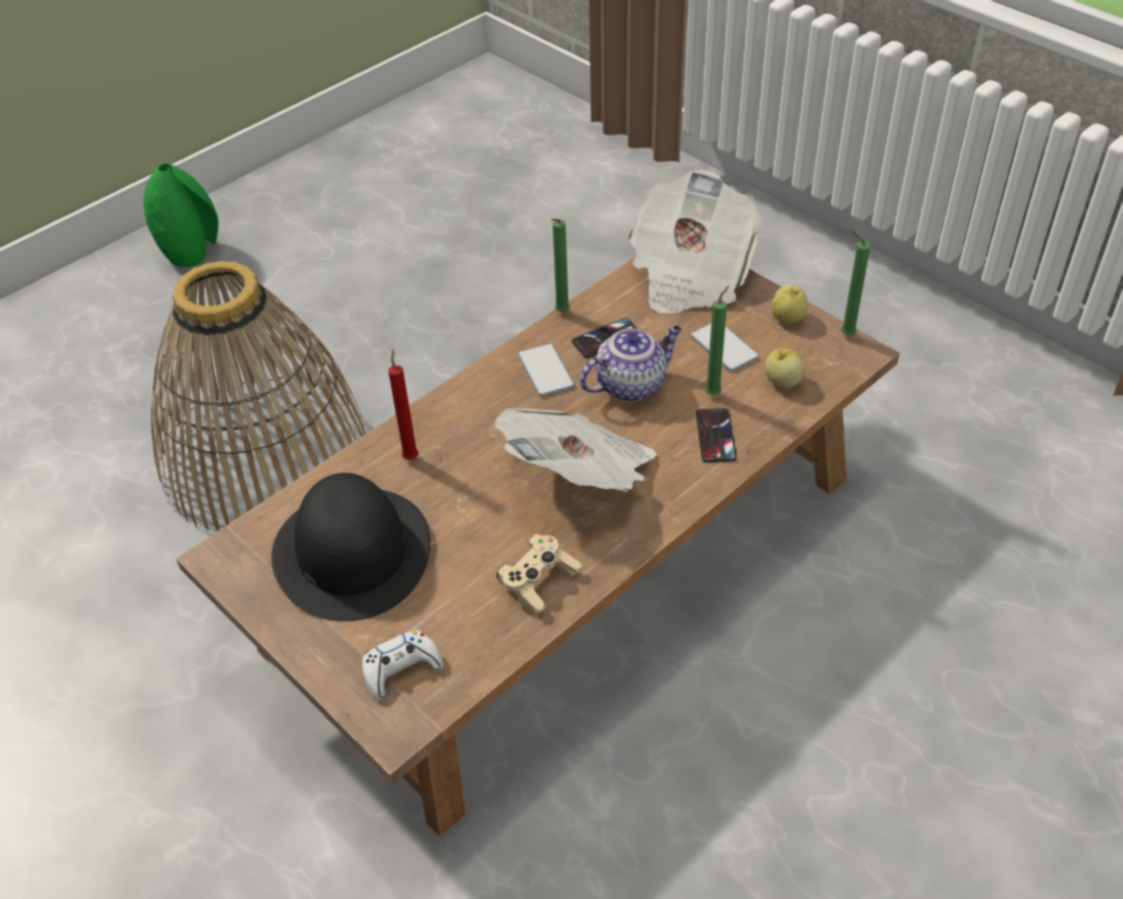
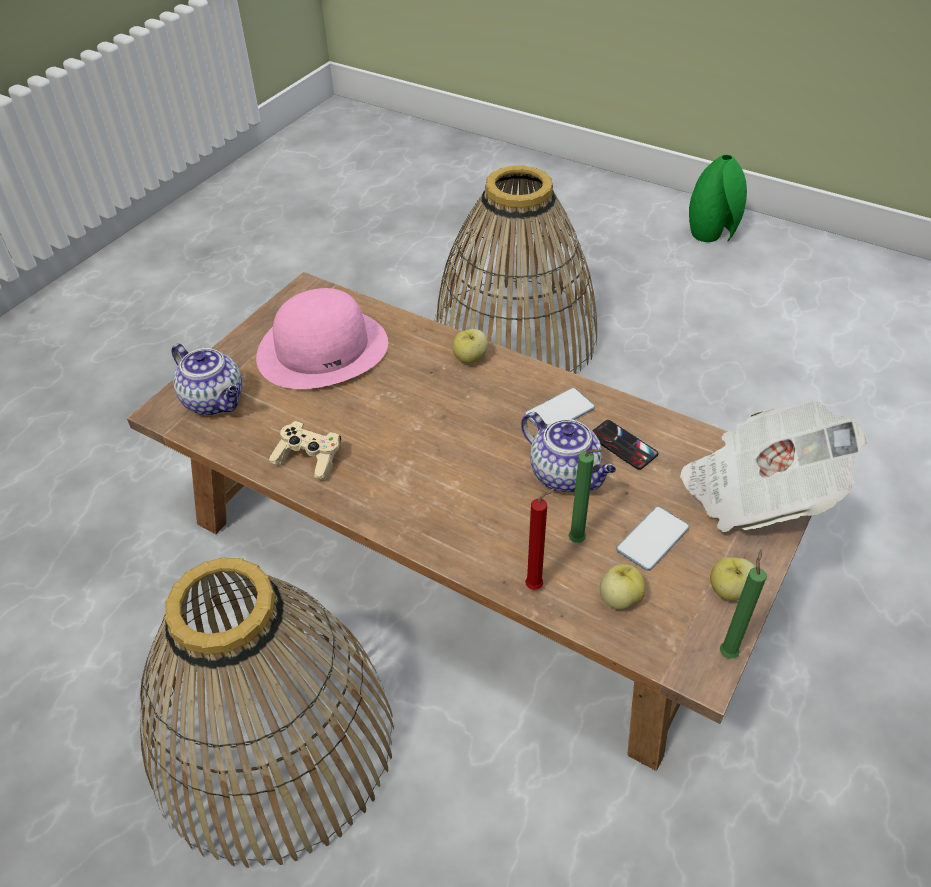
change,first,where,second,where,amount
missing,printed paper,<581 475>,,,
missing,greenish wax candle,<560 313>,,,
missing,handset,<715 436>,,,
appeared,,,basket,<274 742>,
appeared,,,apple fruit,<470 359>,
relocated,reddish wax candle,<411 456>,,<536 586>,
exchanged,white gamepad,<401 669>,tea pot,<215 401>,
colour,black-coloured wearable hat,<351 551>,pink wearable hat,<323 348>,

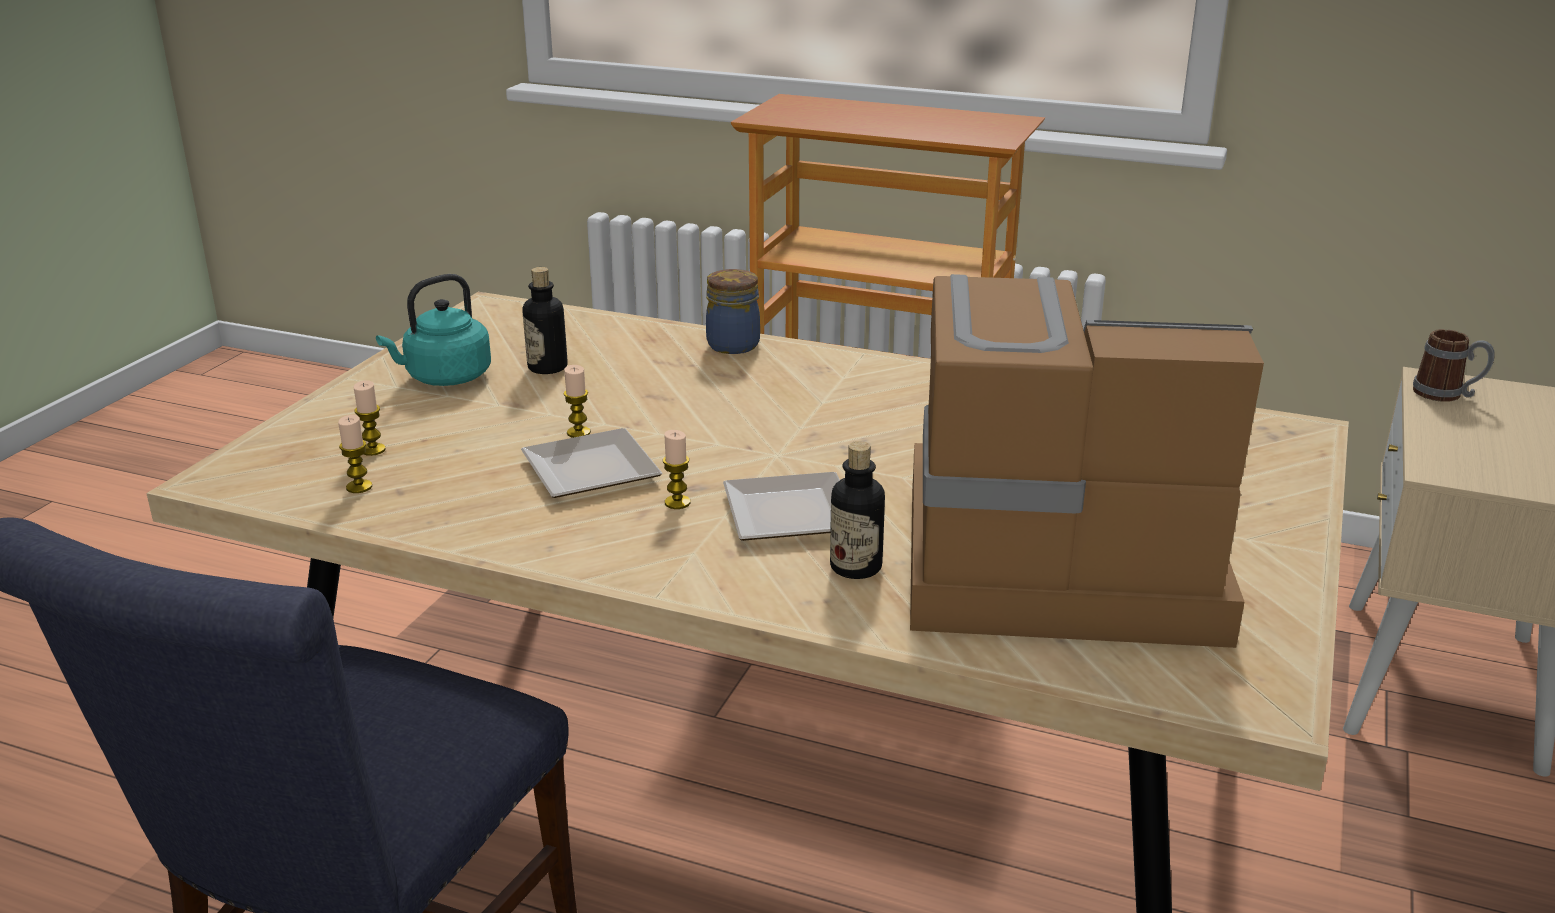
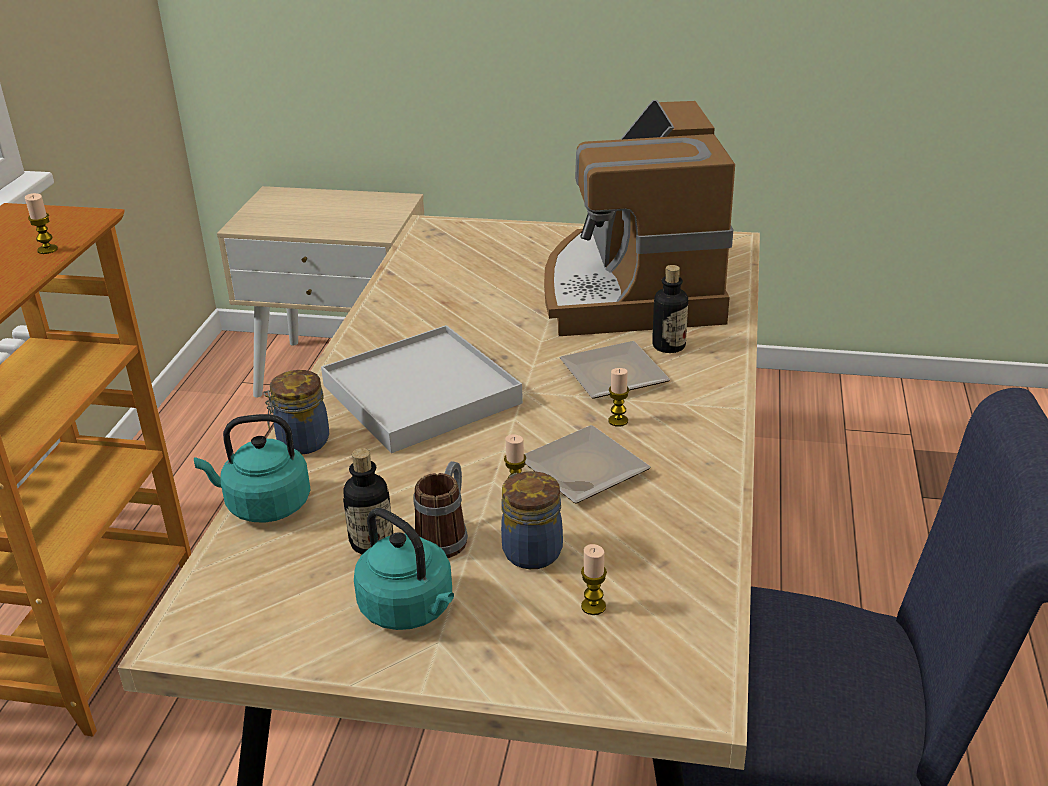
change,first,where,second,where,amount
appeared,,,blue-green kettle,<264 505>,
appeared,,,white serving tray,<420 394>,
appeared,,,preserve jar,<531 550>,
relocated,wax candle,<359 487>,,<47 250>,
relocated,tea mug,<1446 395>,,<445 536>,

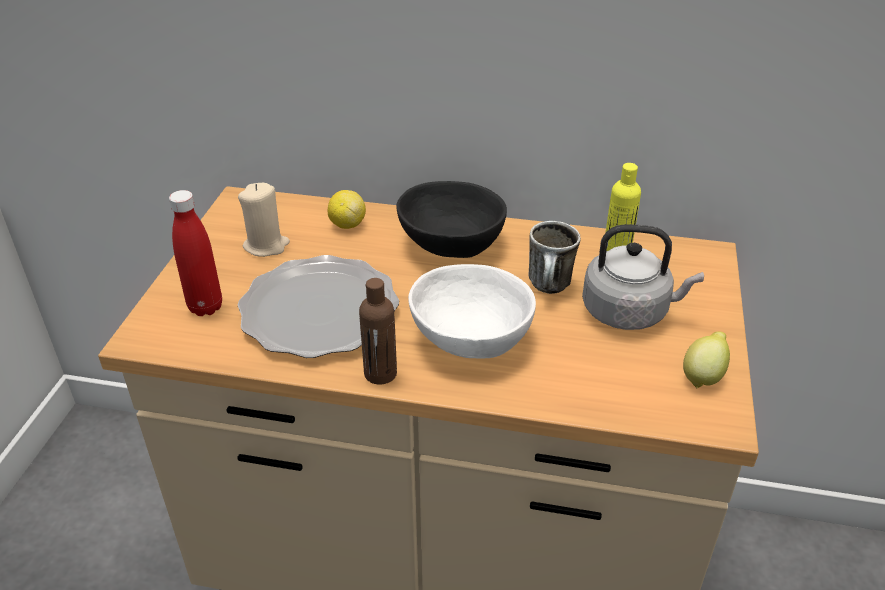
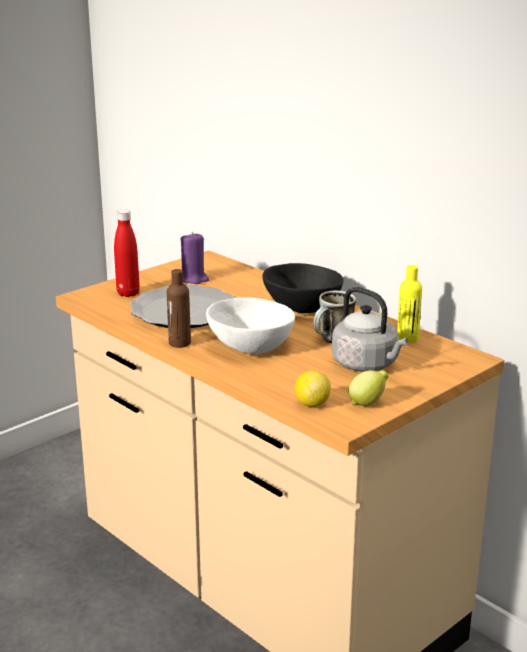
change,first,where,second,where,amount
relocated,whole lemon,<347 224>,,<312 404>,
colour,beige-coloured wax candle,<266 245>,purple wax candle,<194 279>,

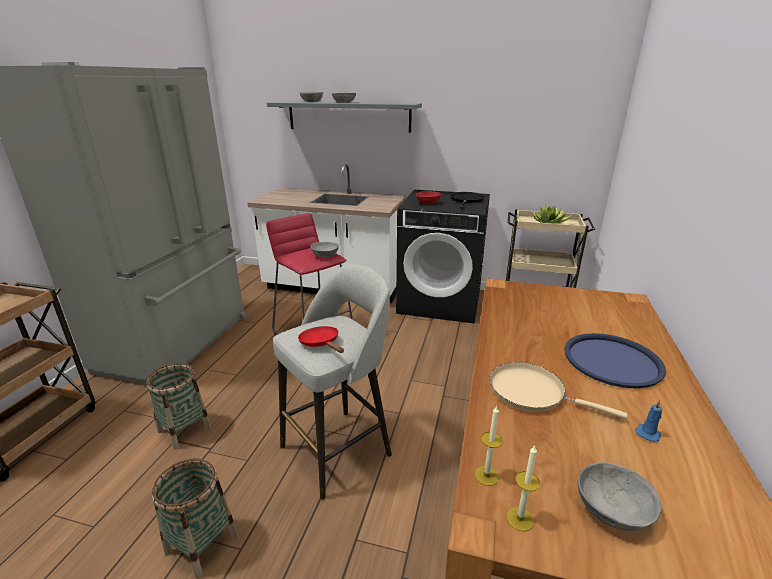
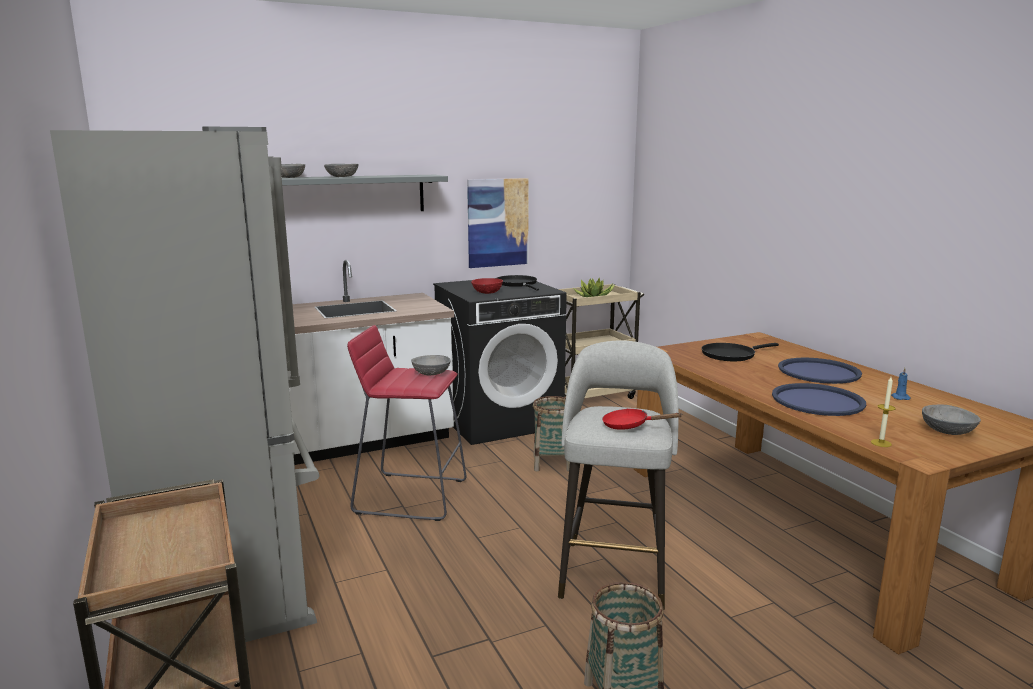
change,first,where,second,where,amount
missing,wax candle,<520 519>,,,
appeared,,,wall picture,<497 222>,
appeared,,,black-coloured skillet,<731 355>,
relocated,basket,<184 430>,,<552 463>,
exchanged,beige-coloured skillet,<532 392>,bluish serving tray,<817 401>,

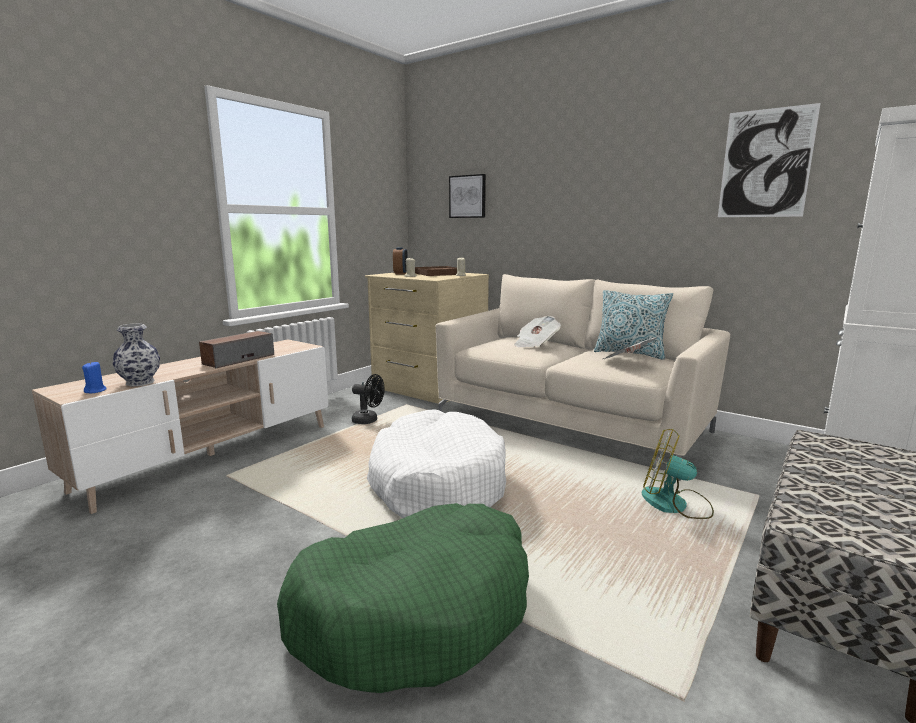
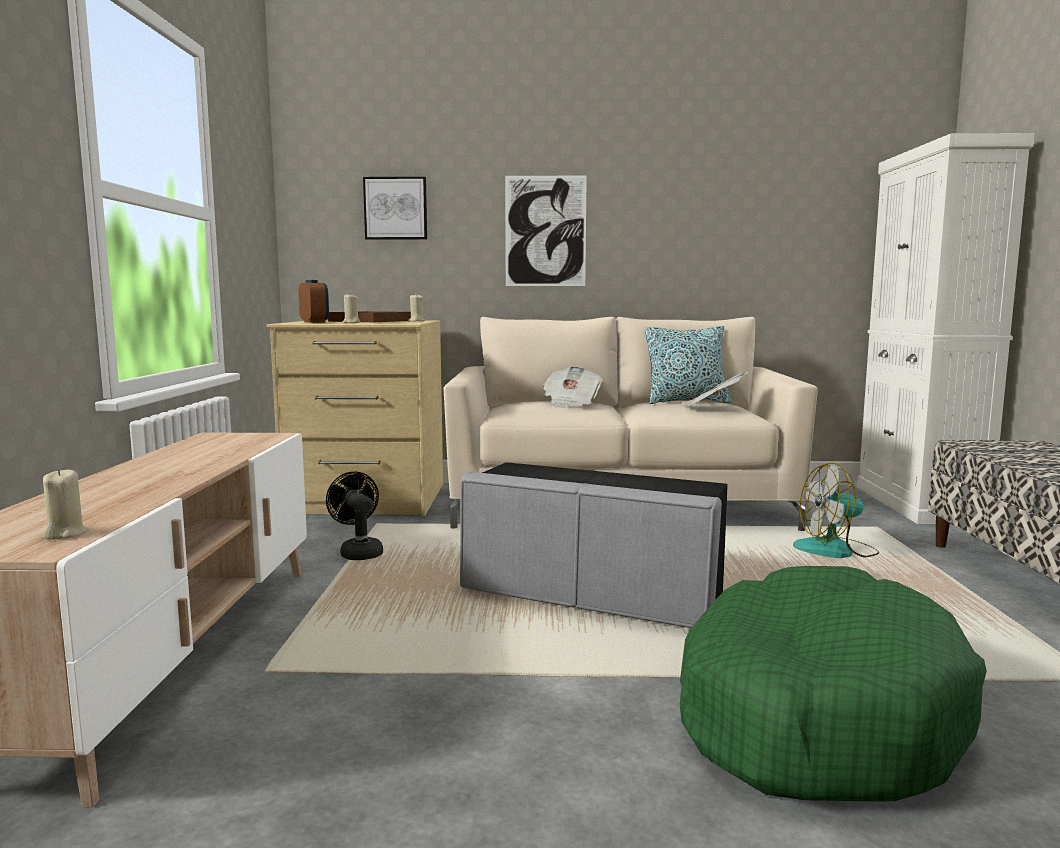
change,first,where,second,where,amount
missing,decorative vase,<139 382>,,,
missing,audio speaker,<238 359>,,,
relocated,wall picture,<765 163>,,<545 231>,
exchanged,white dog bed,<437 483>,gray ottoman,<592 594>,
colour,bluish wax candle,<95 391>,beige-coloured wax candle,<65 534>,
spun,black-coloured electric fan,<368 420>,,<358 552>,105 degrees counterclockwise

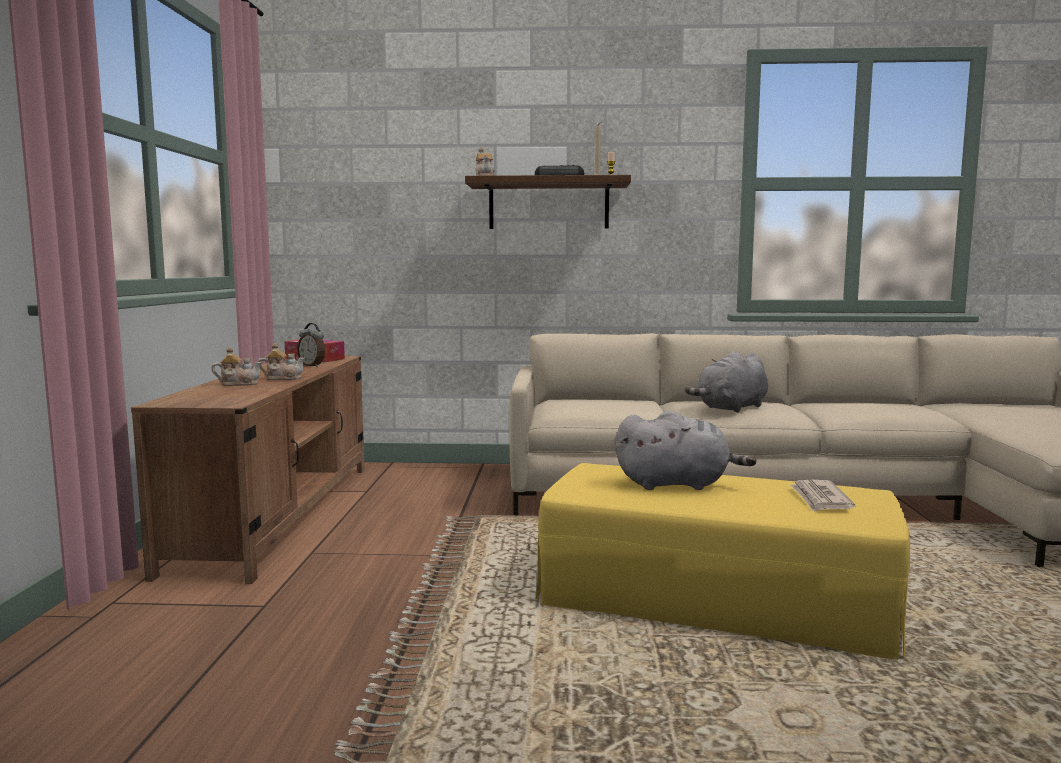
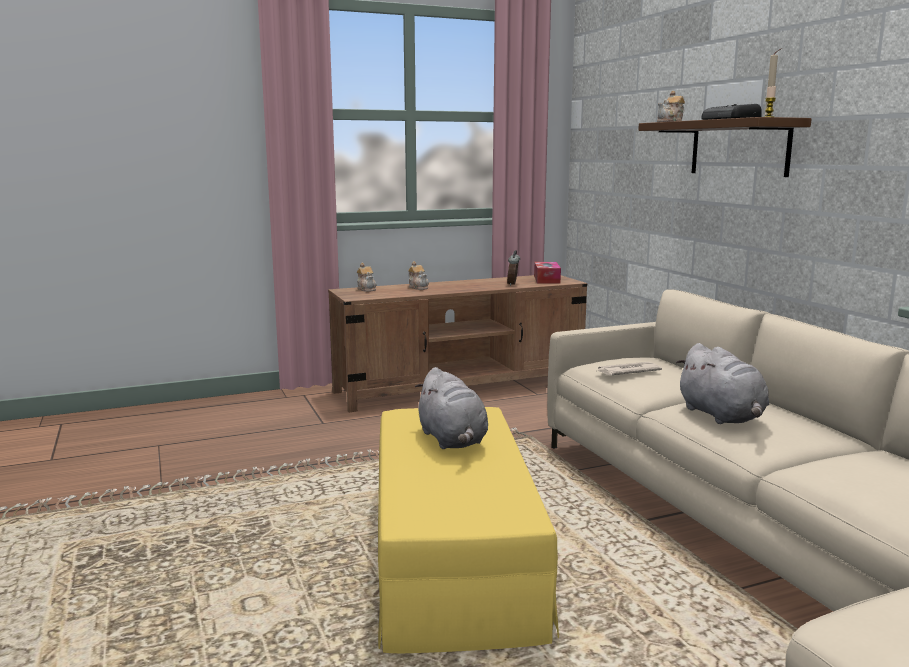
change,first,where,second,where,amount
relocated,tea pot,<283 378>,,<367 289>,
relocated,printed paper,<820 499>,,<627 371>,
spun,gray cuddly toy,<731 408>,,<722 416>,135 degrees counterclockwise

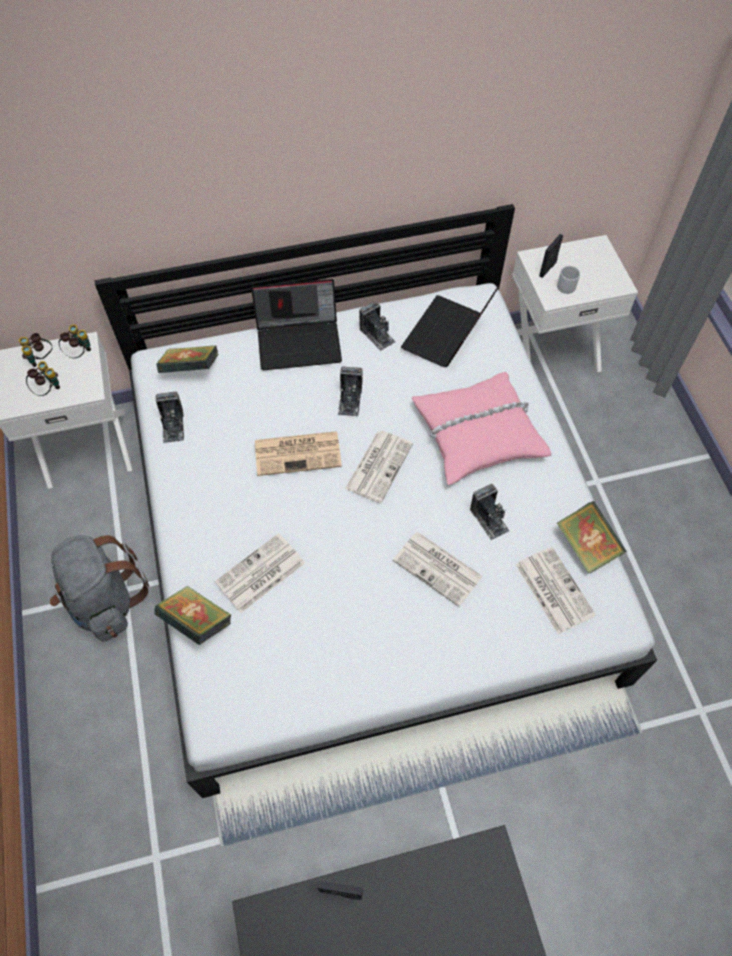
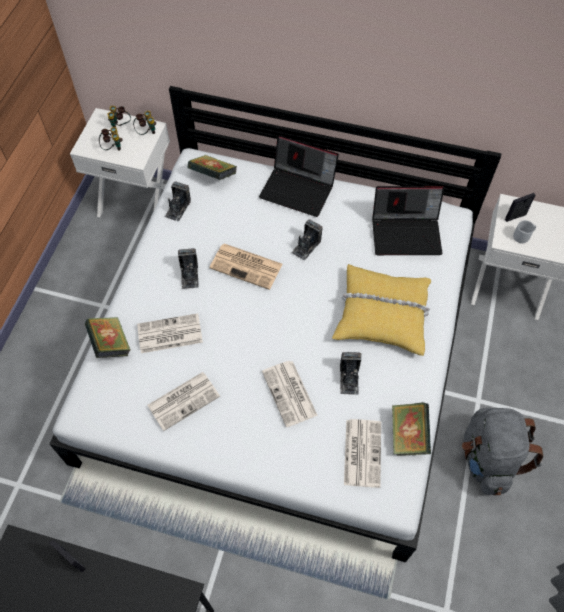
change,first,where,second,where,amount
relocated,gray backpack,<105 601>,,<487 458>,
relocated,printed paper,<379 465>,,<184 400>,
relocated,still camera,<377 335>,,<189 275>,
colour,pink throw pillow,<477 433>,yellowish throw pillow,<382 314>,
spun,portable computer,<447 336>,,<407 233>,150 degrees counterclockwise

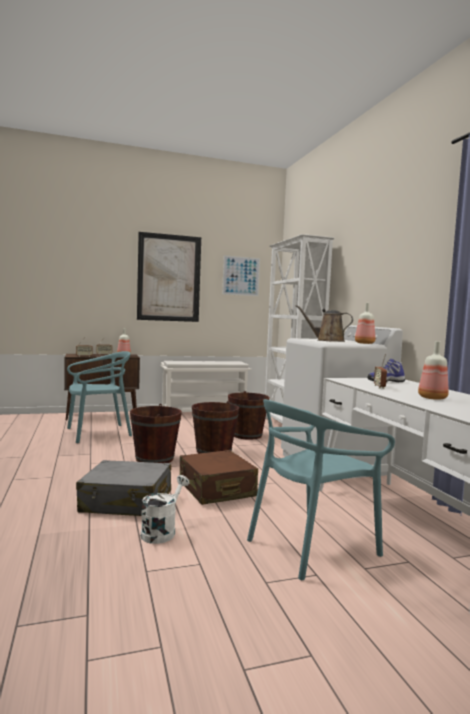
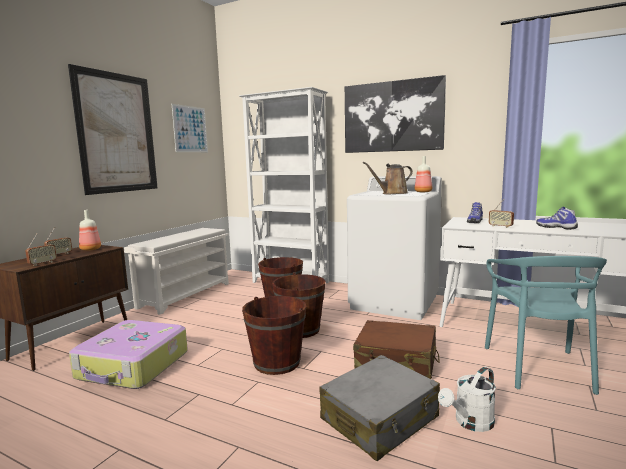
change,first,where,second,where,amount
appeared,,,wall picture,<392 116>,
exchanged,blue-green plain chair,<98 433>,piece of luggage,<133 366>,
exchanged,drink bottle,<432 398>,low shoe,<556 227>,
spun,white watering pot,<162 531>,,<470 423>,105 degrees counterclockwise

